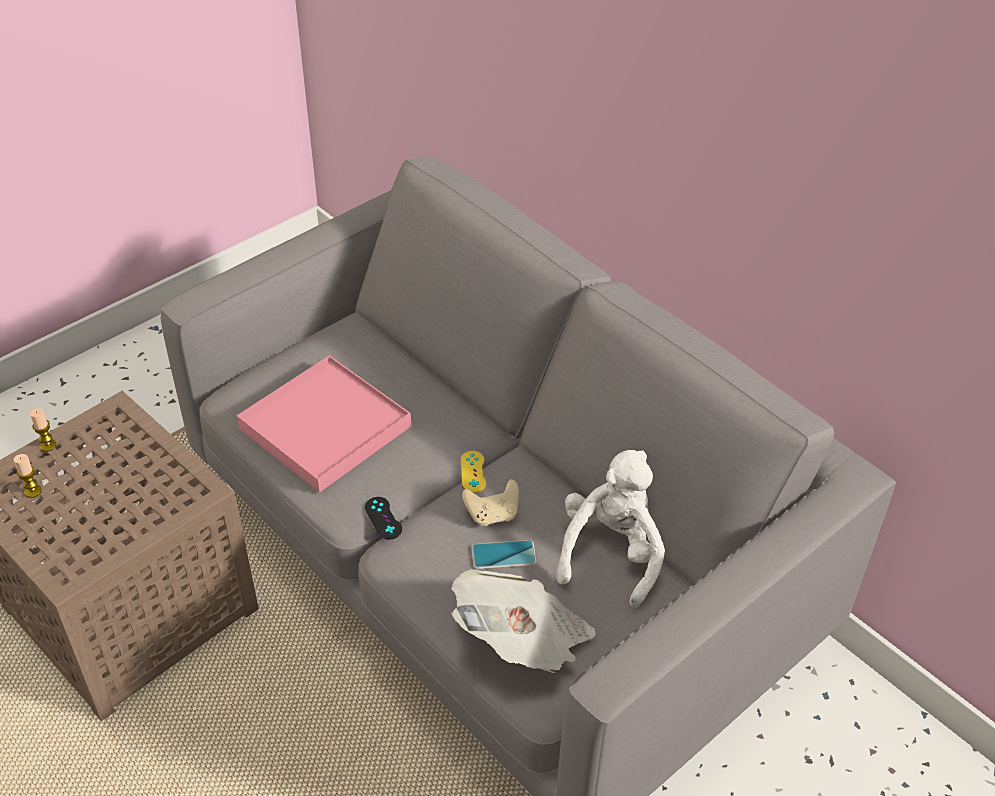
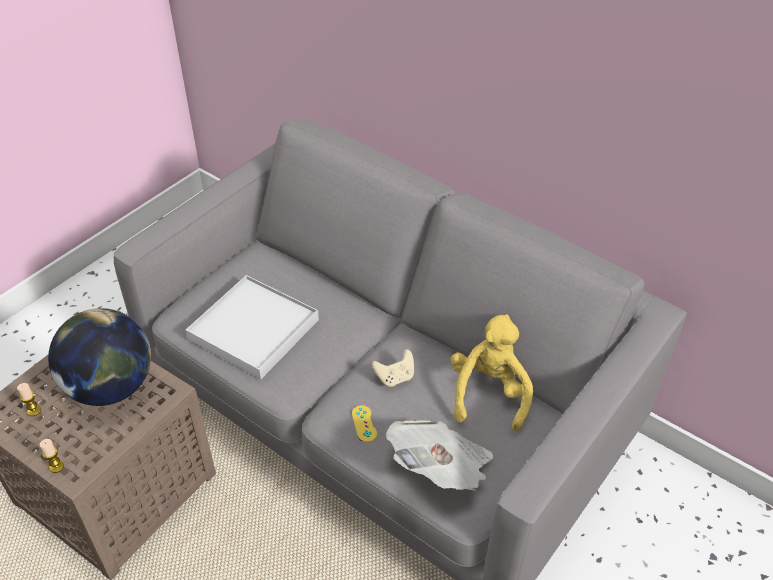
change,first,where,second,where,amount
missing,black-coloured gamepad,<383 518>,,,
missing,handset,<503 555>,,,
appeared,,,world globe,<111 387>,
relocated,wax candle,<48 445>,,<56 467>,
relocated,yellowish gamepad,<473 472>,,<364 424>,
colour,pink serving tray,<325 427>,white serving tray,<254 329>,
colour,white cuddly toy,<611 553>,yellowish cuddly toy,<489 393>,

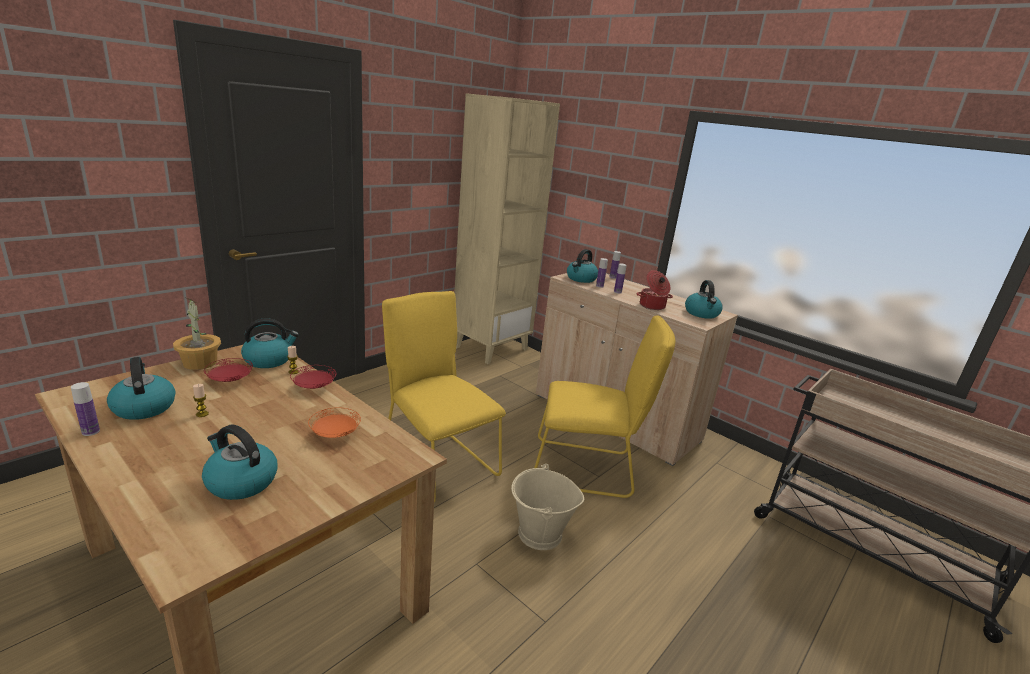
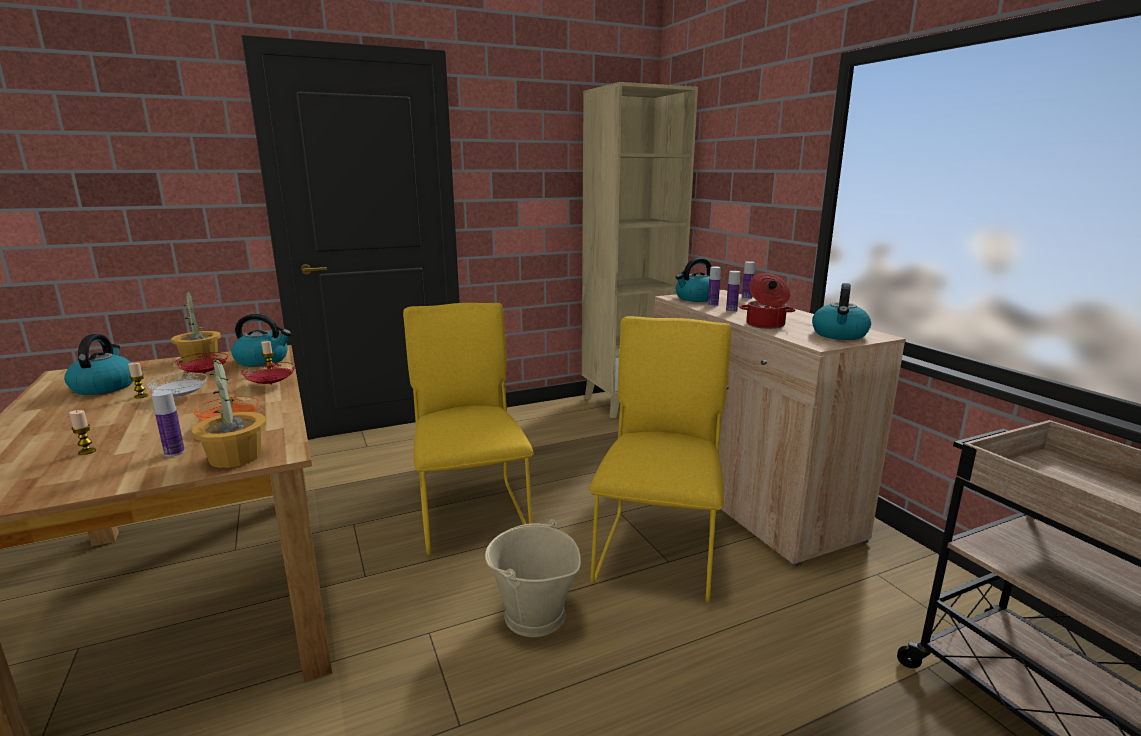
change,first,where,second,where,amount
appeared,,,white dinner plate,<181 397>,
appeared,,,potted plant,<236 457>,
relocated,drink bottle,<91 432>,,<174 452>,
exchanged,kettle,<240 482>,wax candle,<87 451>,
spun,yellowish plain chair,<587 469>,,<658 550>,105 degrees counterclockwise

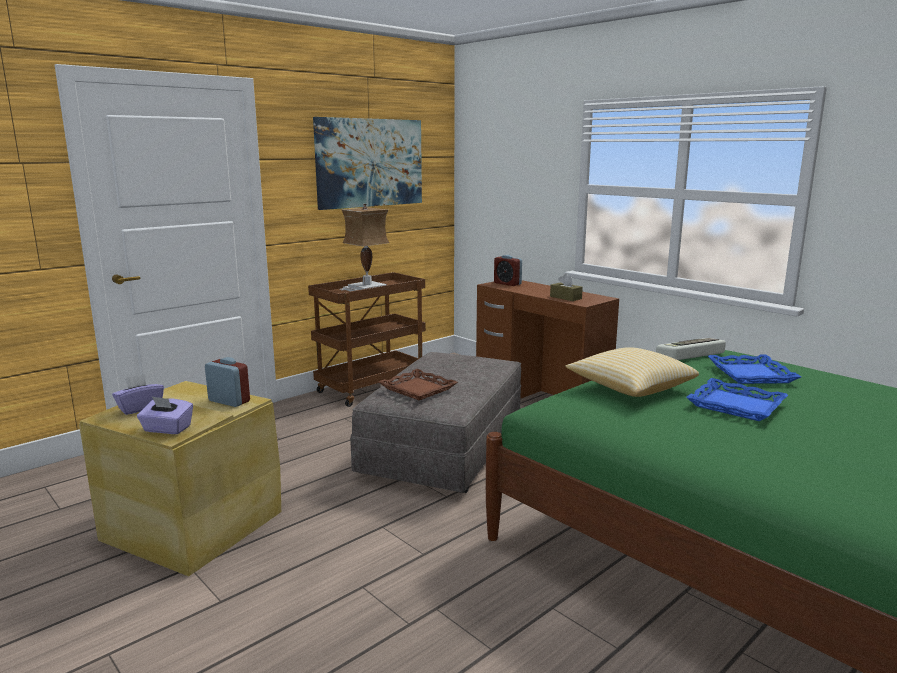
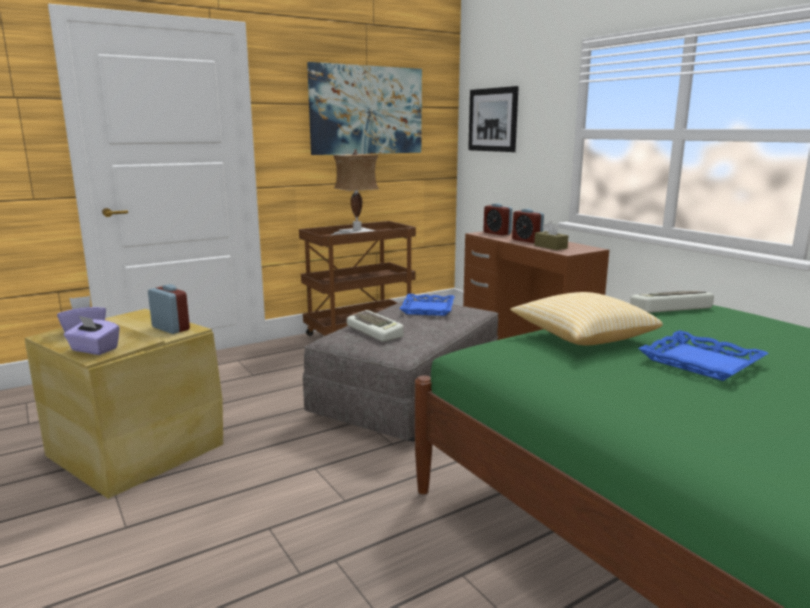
change,first,where,second,where,amount
appeared,,,wall picture,<492 120>,
appeared,,,bedside clock,<527 240>,
relocated,bluish serving tray,<752 374>,,<428 309>,
exchanged,brown-coloured serving tray,<418 389>,keyboard,<376 331>,

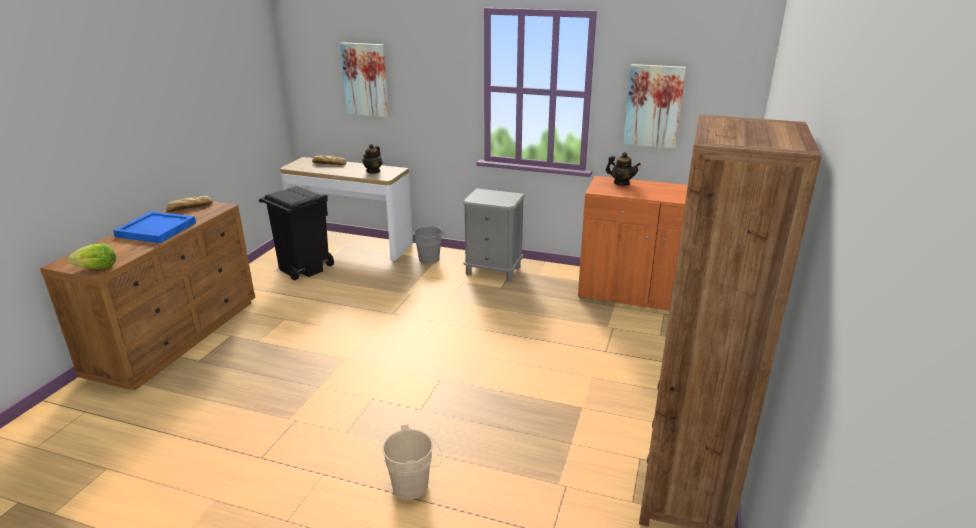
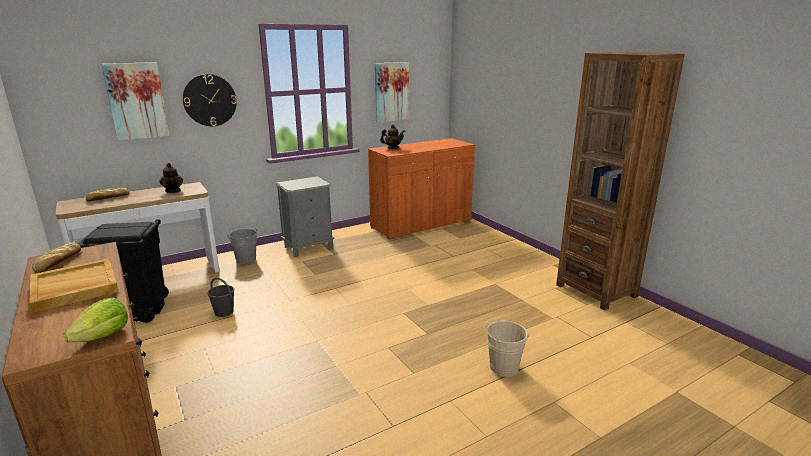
change,first,where,second,where,amount
appeared,,,wall clock,<210 100>,
appeared,,,gray bucket,<224 312>,
colour,bluish serving tray,<155 230>,beige-coloured serving tray,<74 287>,

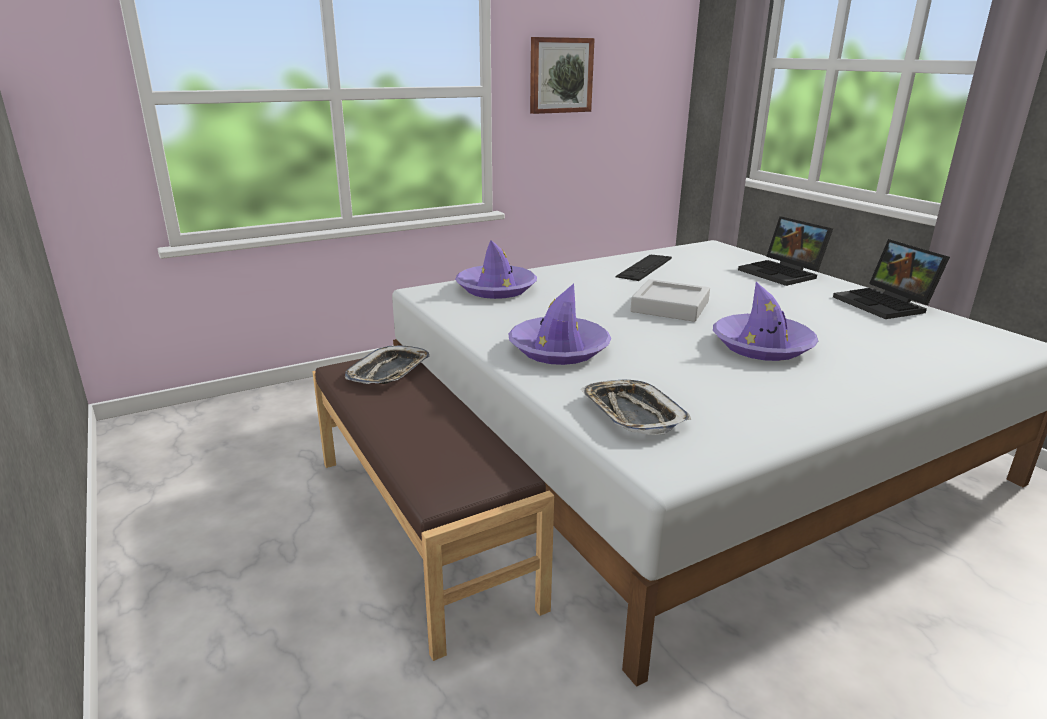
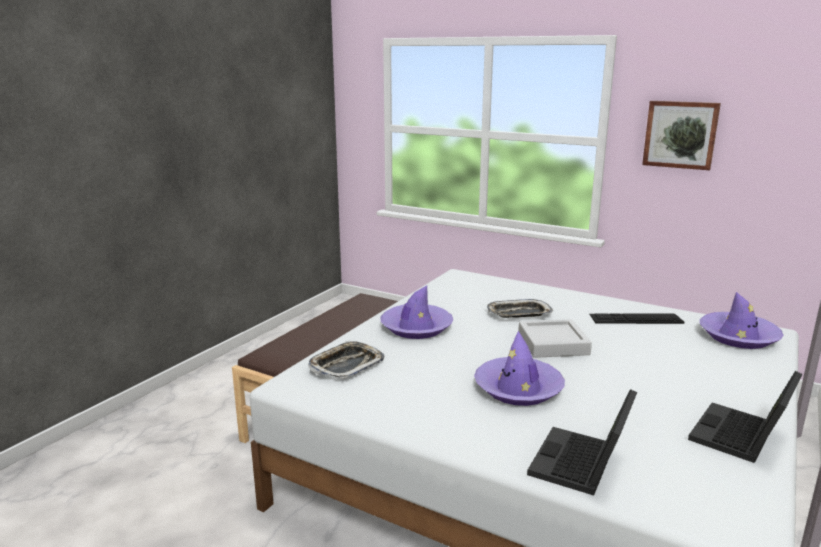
change,first,where,second,where,amount
relocated,serving tray,<389 372>,,<518 313>,
relocated,purple wearable hat,<496 289>,,<738 337>,
relocated,portable computer,<783 273>,,<581 465>,

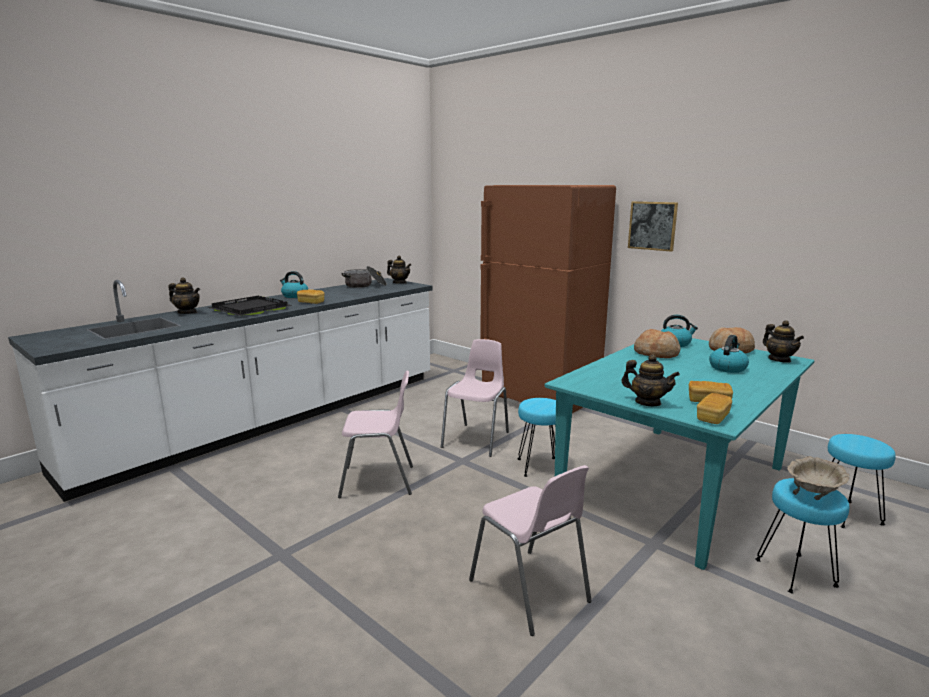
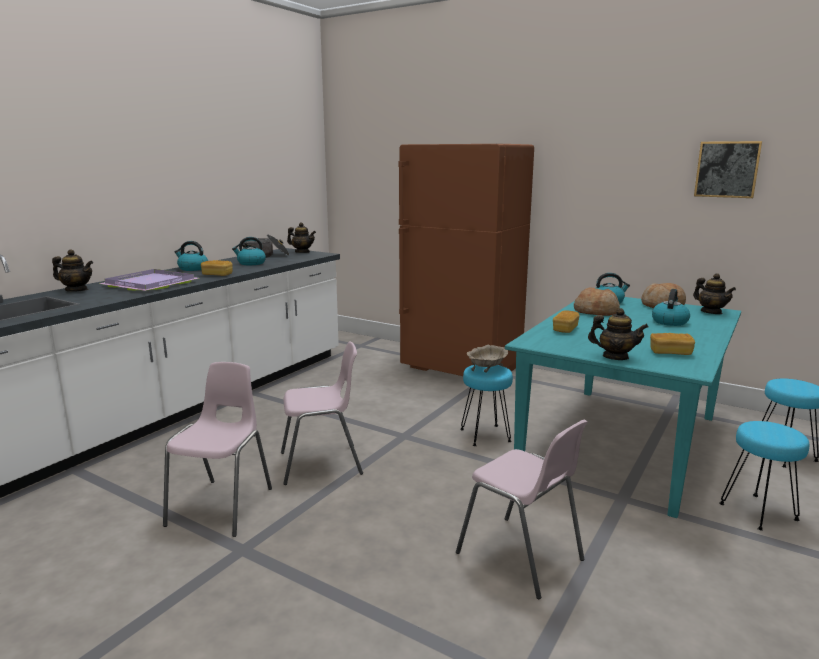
change,first,where,second,where,amount
appeared,,,kettle,<251 263>,
relocated,pink plain chair,<477 439>,,<223 506>,
relocated,wall picture,<652 225>,,<727 169>,
relocated,bread,<712 418>,,<565 329>,
relocated,beige-coloured bowl,<814 493>,,<487 369>,
colour,black-coloured serving tray,<248 309>,purple serving tray,<148 284>,

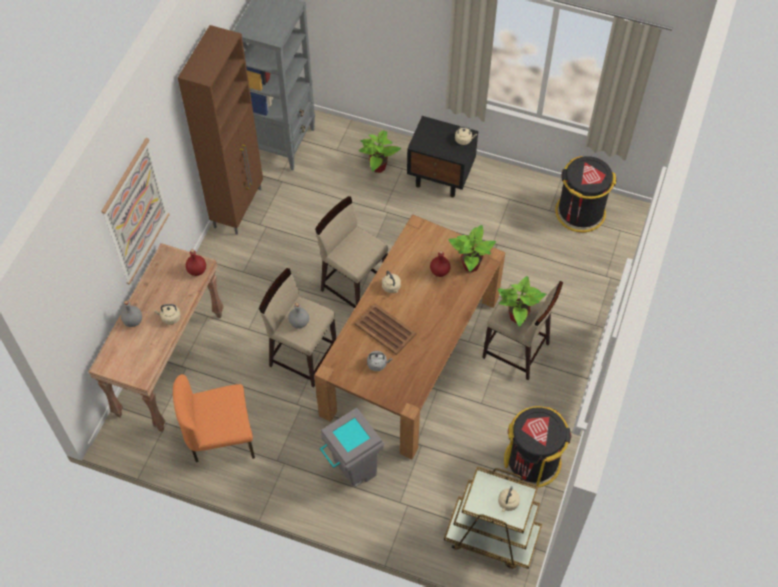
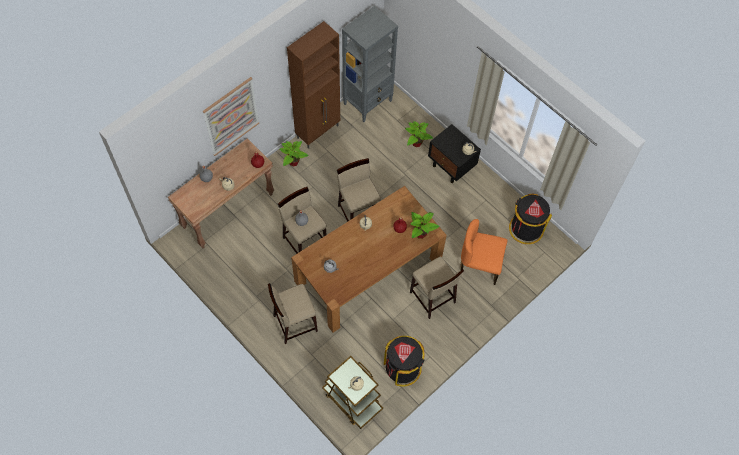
change,first,where,second,where,amount
missing,brown-coloured serving tray,<385 330>,,,
relocated,orange plain chair,<221 438>,,<480 264>,
relocated,potted plant,<517 316>,,<293 162>,
exchanged,gray waste bin,<352 472>,beige-coloured sitting stool,<294 323>,

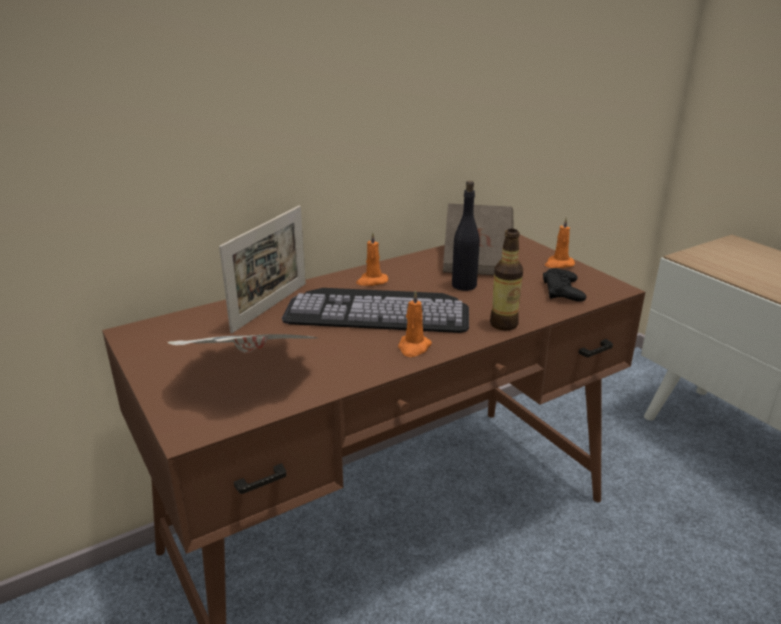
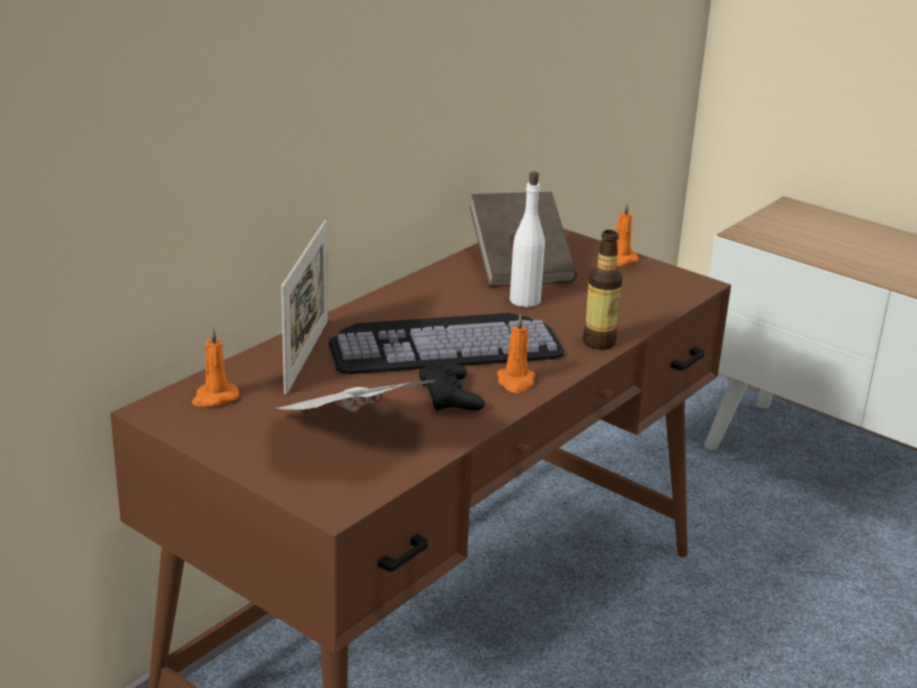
change,first,where,second,where,amount
relocated,orange wax candle,<371 281>,,<214 398>,
relocated,black-coloured gamepad,<562 291>,,<450 395>,
colour,black-coloured drink bottle,<464 285>,white drink bottle,<524 300>,

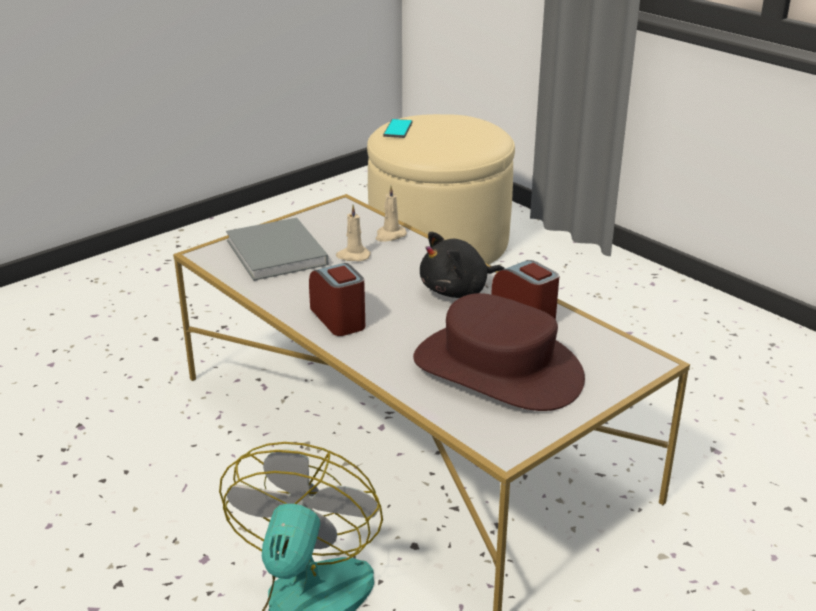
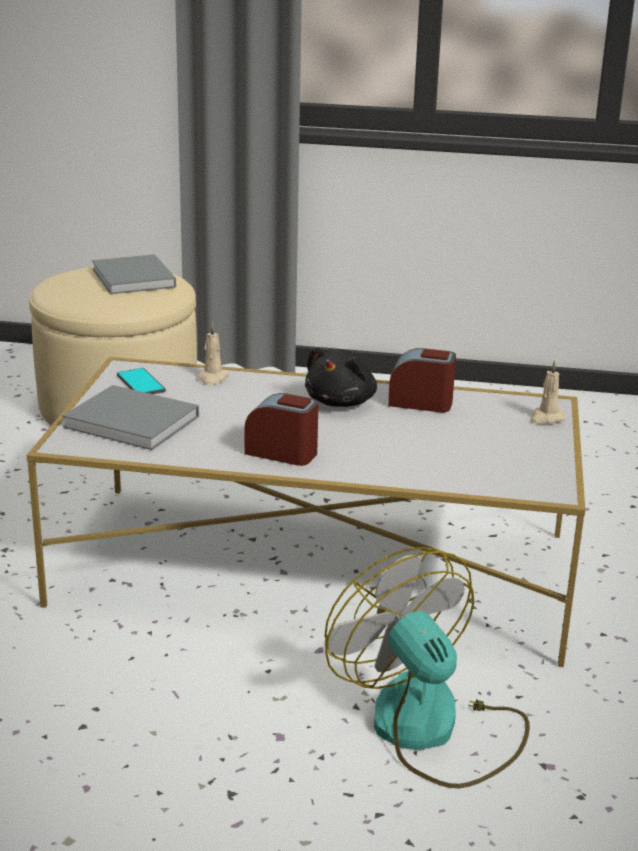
change,first,where,second,where,amount
missing,brown-coloured wearable hat,<498 369>,,,
appeared,,,gray book,<134 279>,
relocated,beige-coloured wax candle,<353 256>,,<546 418>,
relocated,handset,<398 129>,,<141 383>,

